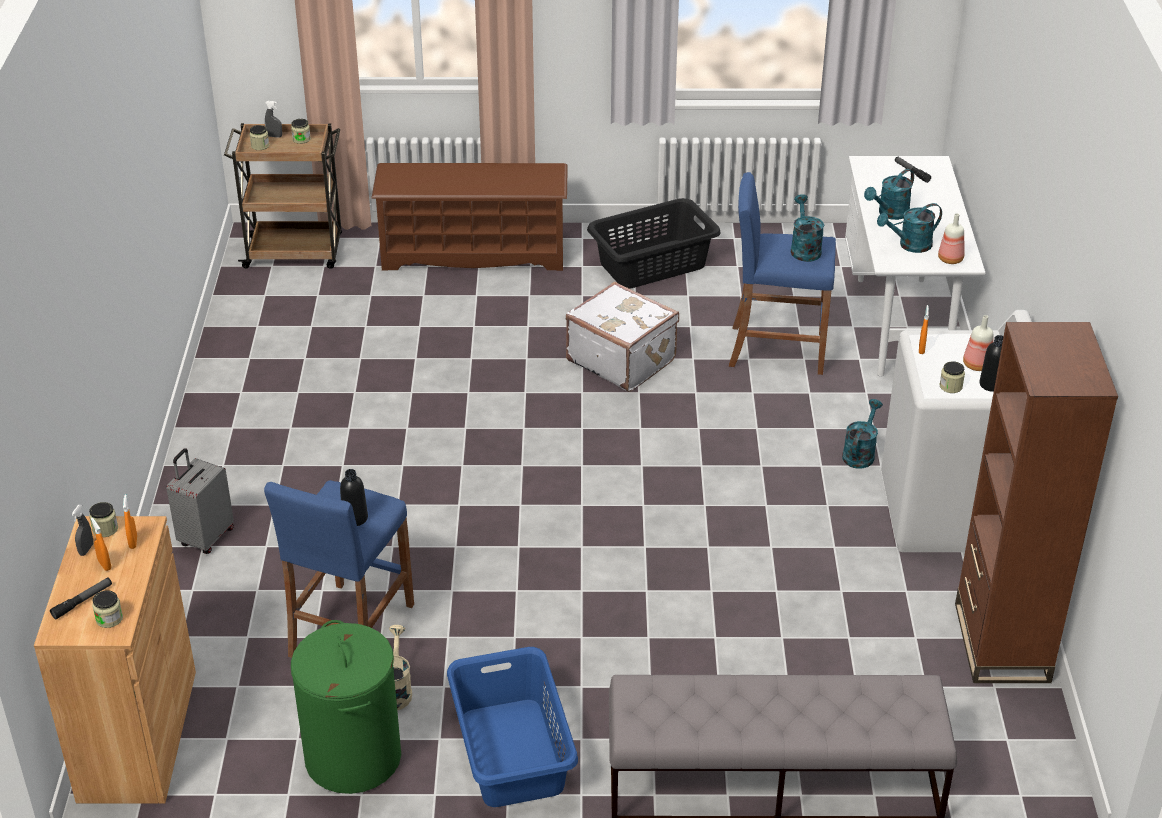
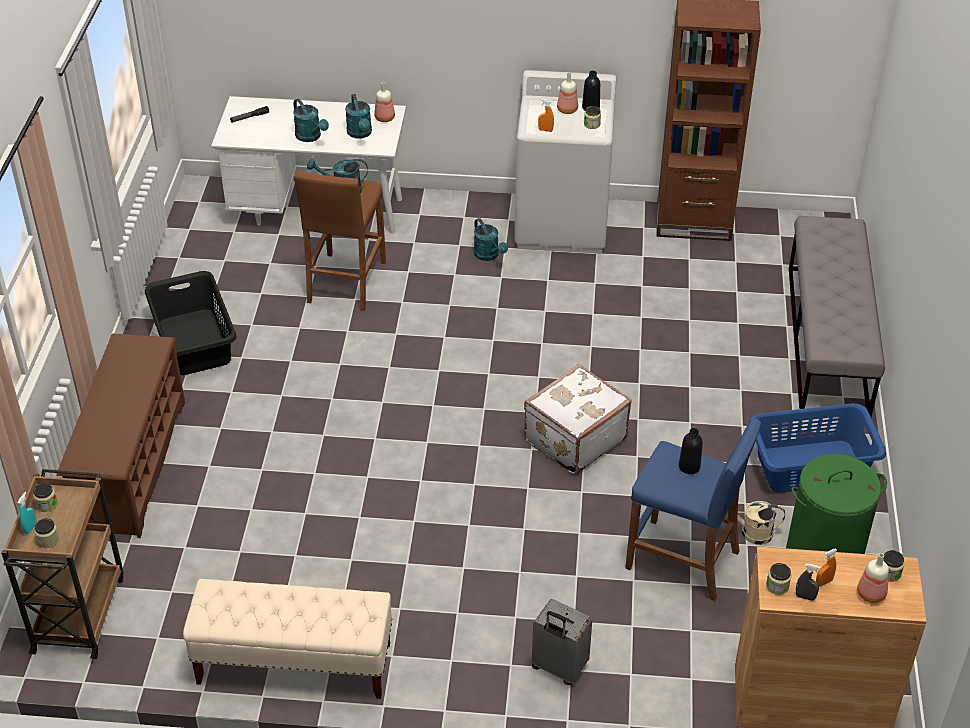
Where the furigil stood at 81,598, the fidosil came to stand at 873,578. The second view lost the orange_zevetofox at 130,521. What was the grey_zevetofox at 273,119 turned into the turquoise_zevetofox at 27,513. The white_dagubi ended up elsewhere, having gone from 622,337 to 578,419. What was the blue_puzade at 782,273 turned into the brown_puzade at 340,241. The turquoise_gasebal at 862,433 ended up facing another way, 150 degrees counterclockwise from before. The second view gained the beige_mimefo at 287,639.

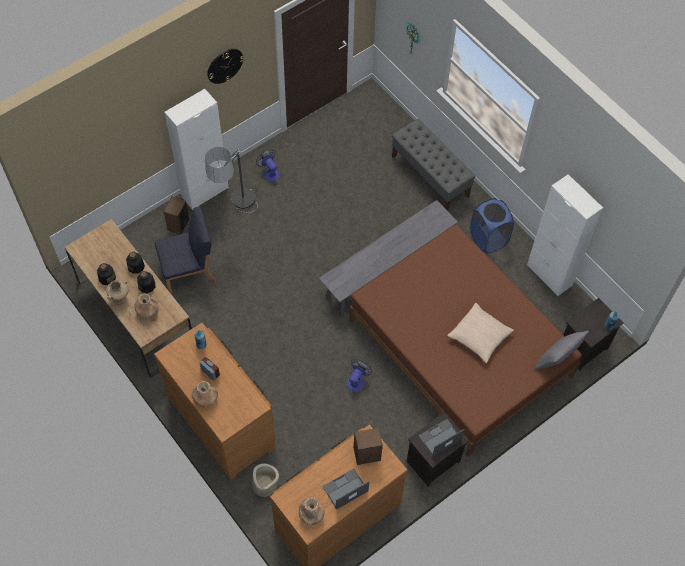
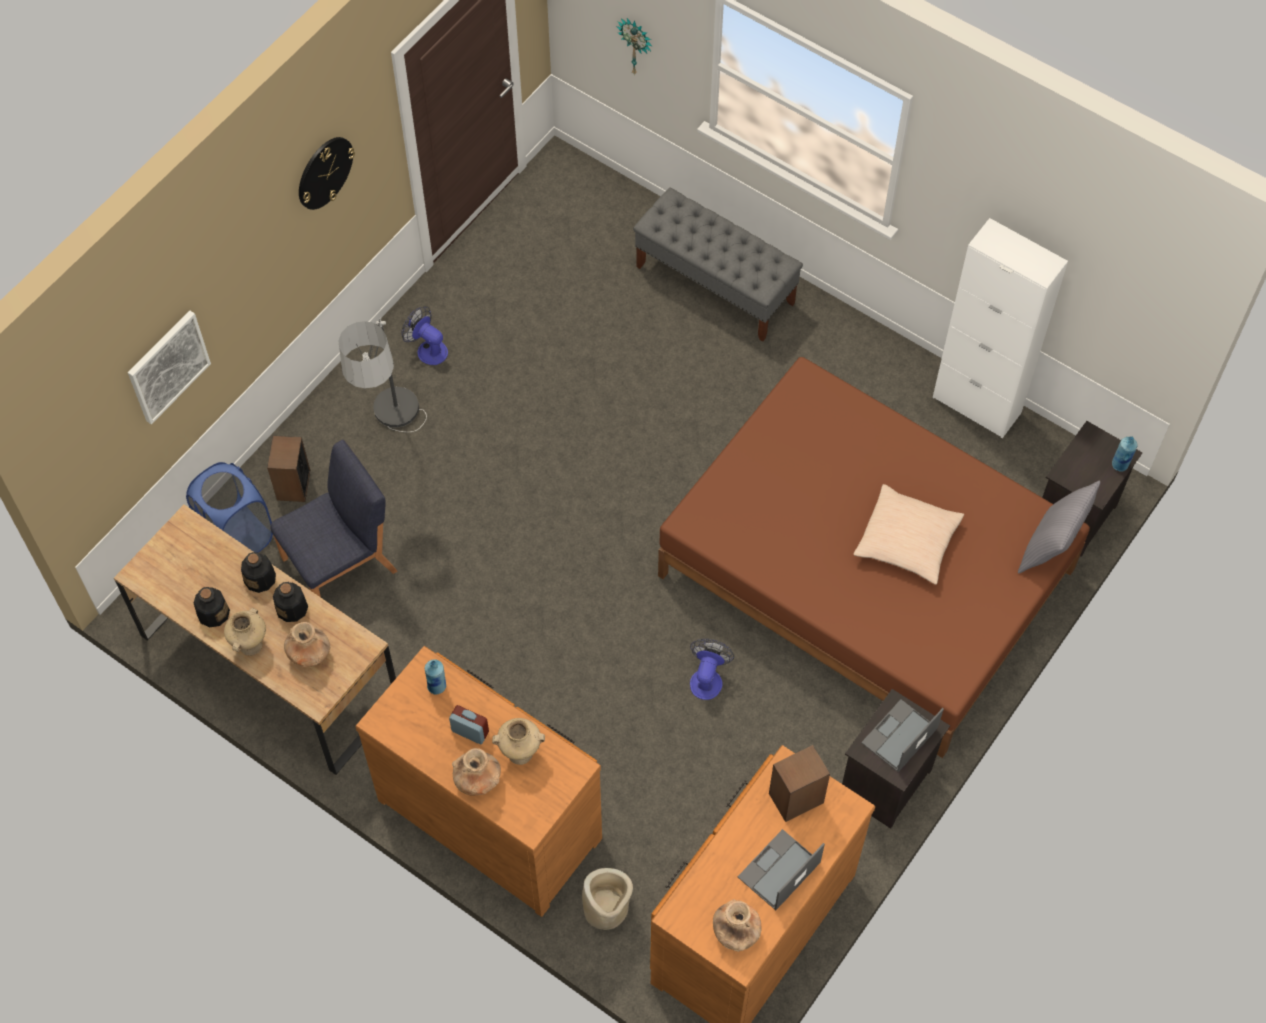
The second view lost the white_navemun at 196,149. The second view lost the grey_mimefo at 388,257. The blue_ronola ended up elsewhere, having gone from 492,225 to 229,507. The second view gained the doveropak at 169,367. The second view gained the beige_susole at 518,741.

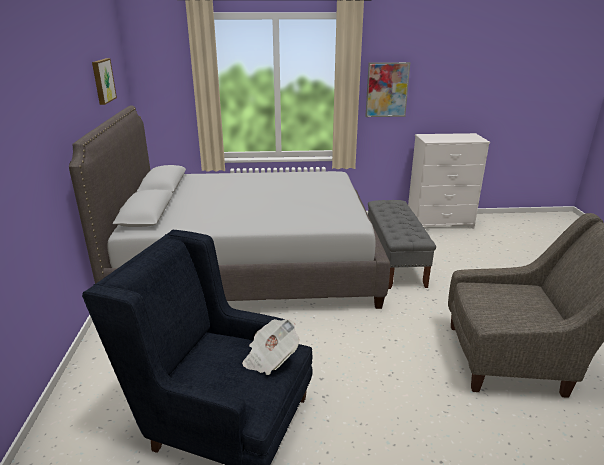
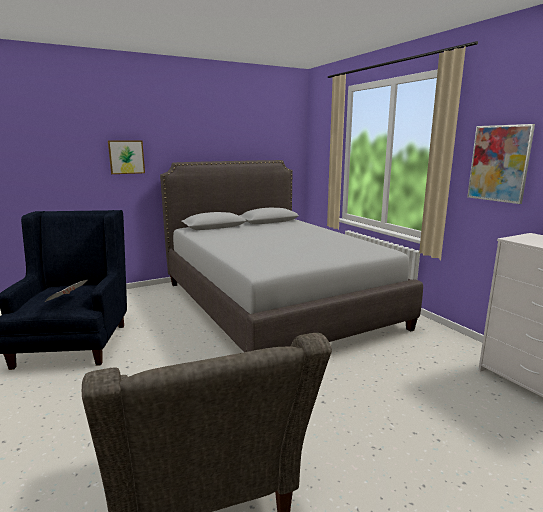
The doveropak ended up elsewhere, having gone from 104,81 to 126,157. The second view lost the grey_mimefo at 402,244.

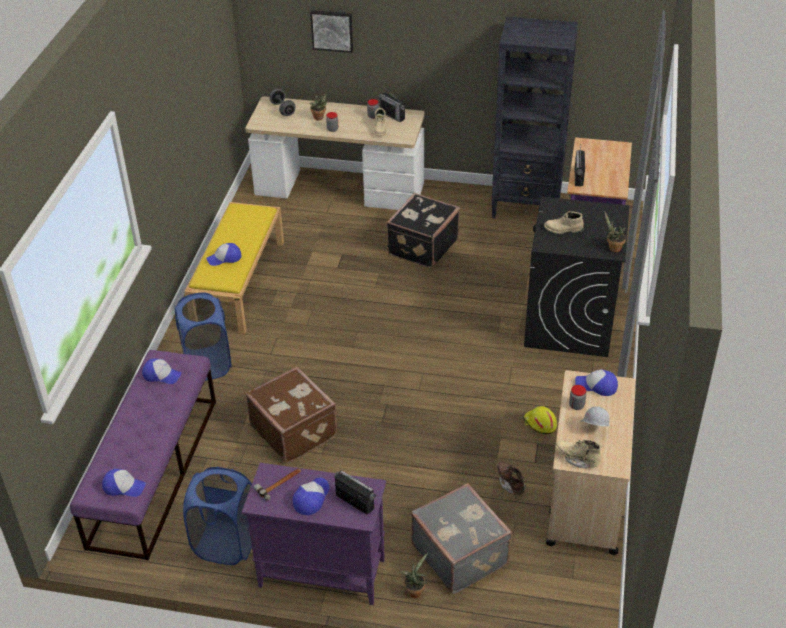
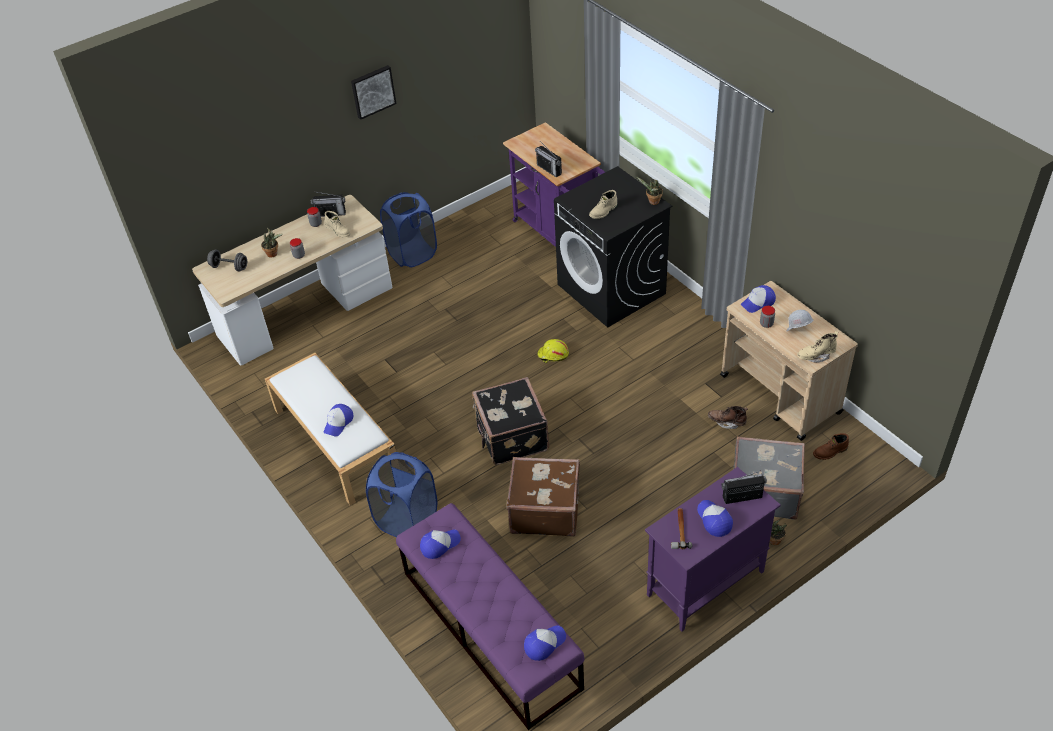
The blue_ronola ended up elsewhere, having gone from 217,516 to 408,229. What was the yellow_mimefo at 234,268 turned into the white_mimefo at 330,429. The doveropak ended up elsewhere, having gone from 331,31 to 373,92. The black_dagubi ended up elsewhere, having gone from 423,230 to 510,421. The second view lost the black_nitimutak at 535,117. The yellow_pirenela ended up elsewhere, having gone from 540,420 to 553,351. The second view gained the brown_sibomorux at 831,446.

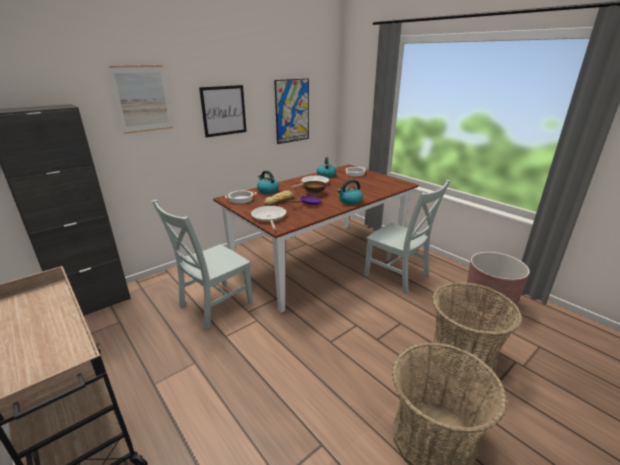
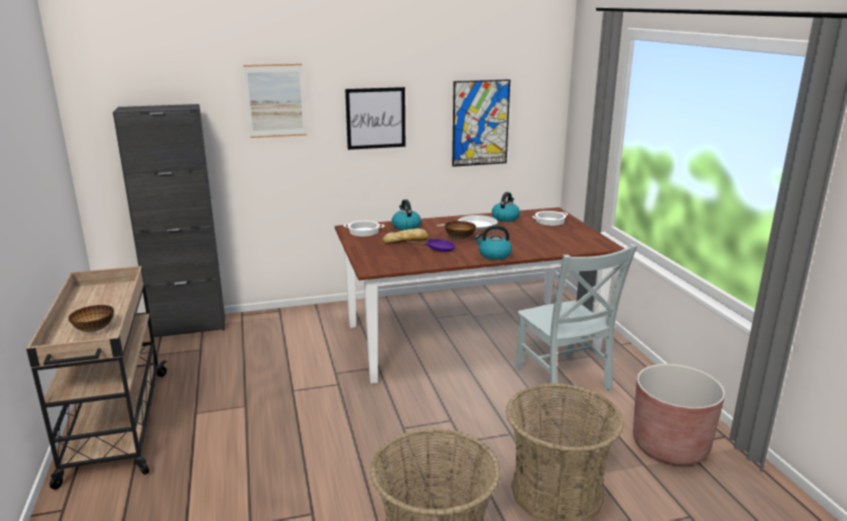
The second view lost the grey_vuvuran at 202,265. The second view lost the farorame at 268,218. The second view gained the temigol at 91,318.

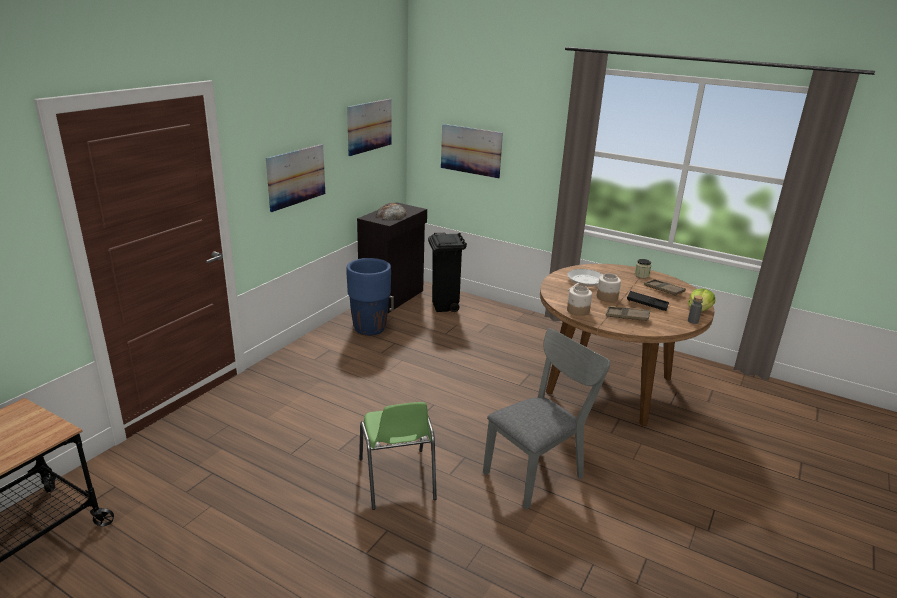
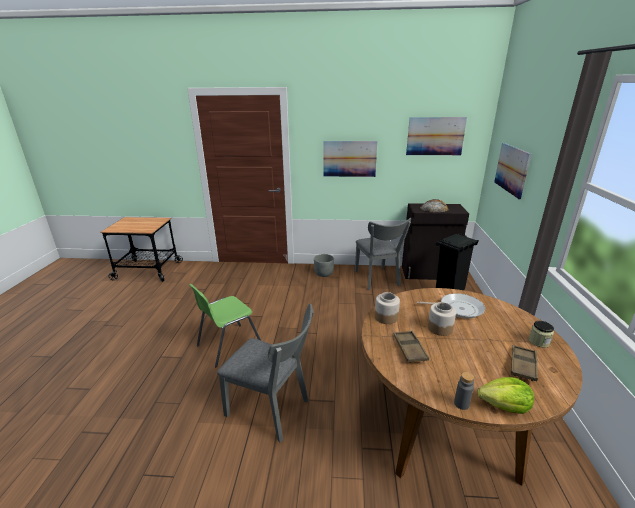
Where the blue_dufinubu stood at 368,297, the grey_vuvuran came to stand at 383,254. The second view lost the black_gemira at 648,301. The second view gained the grey_dufinubu at 324,265.

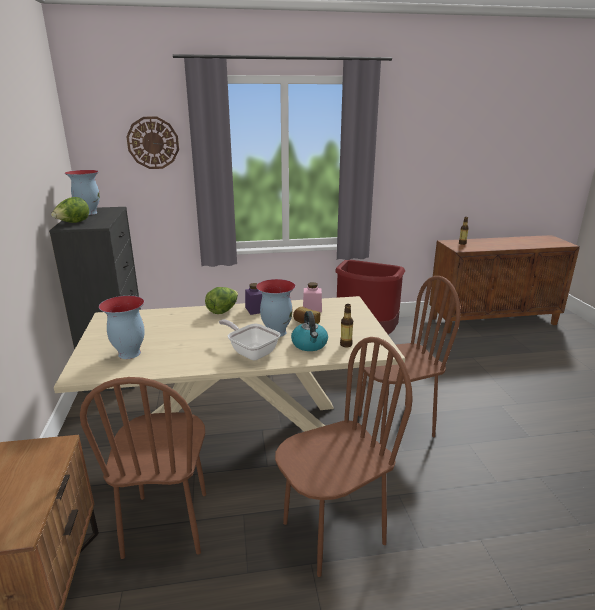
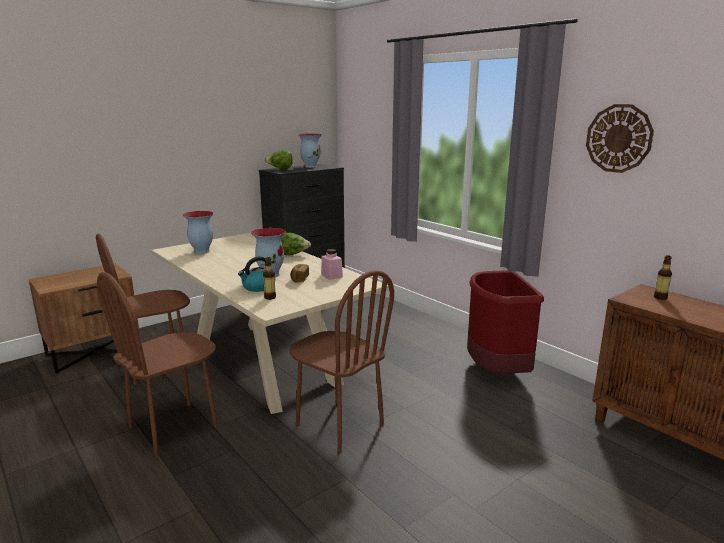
The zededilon ended up elsewhere, having gone from 152,143 to 620,138. The second view lost the farorame at 250,340. The second view lost the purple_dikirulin at 253,299. The brown_vuvuran at 344,457 ended up facing another way, 105 degrees clockwise from before.

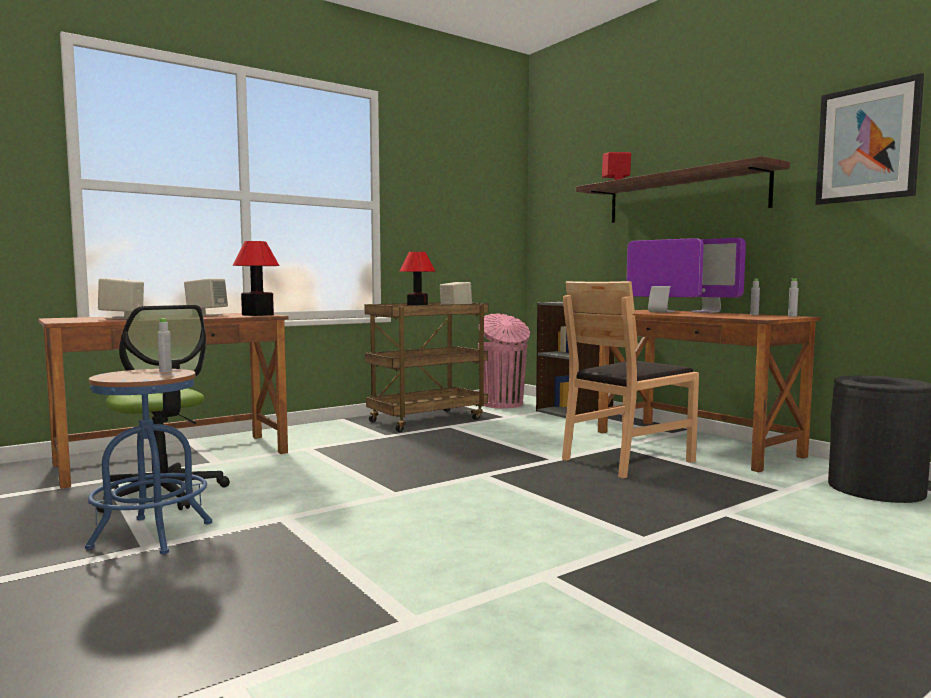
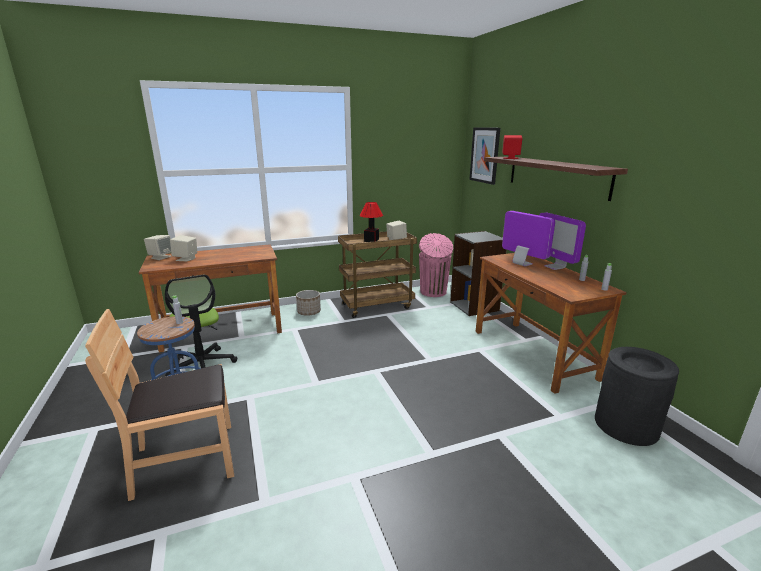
The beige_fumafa ended up elsewhere, having gone from 206,297 to 157,247. The second view lost the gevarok at 256,278. The brown_vuvuran ended up elsewhere, having gone from 630,379 to 159,405. The doveropak ended up elsewhere, having gone from 869,139 to 484,156. The second view gained the dufinubu at 308,303.

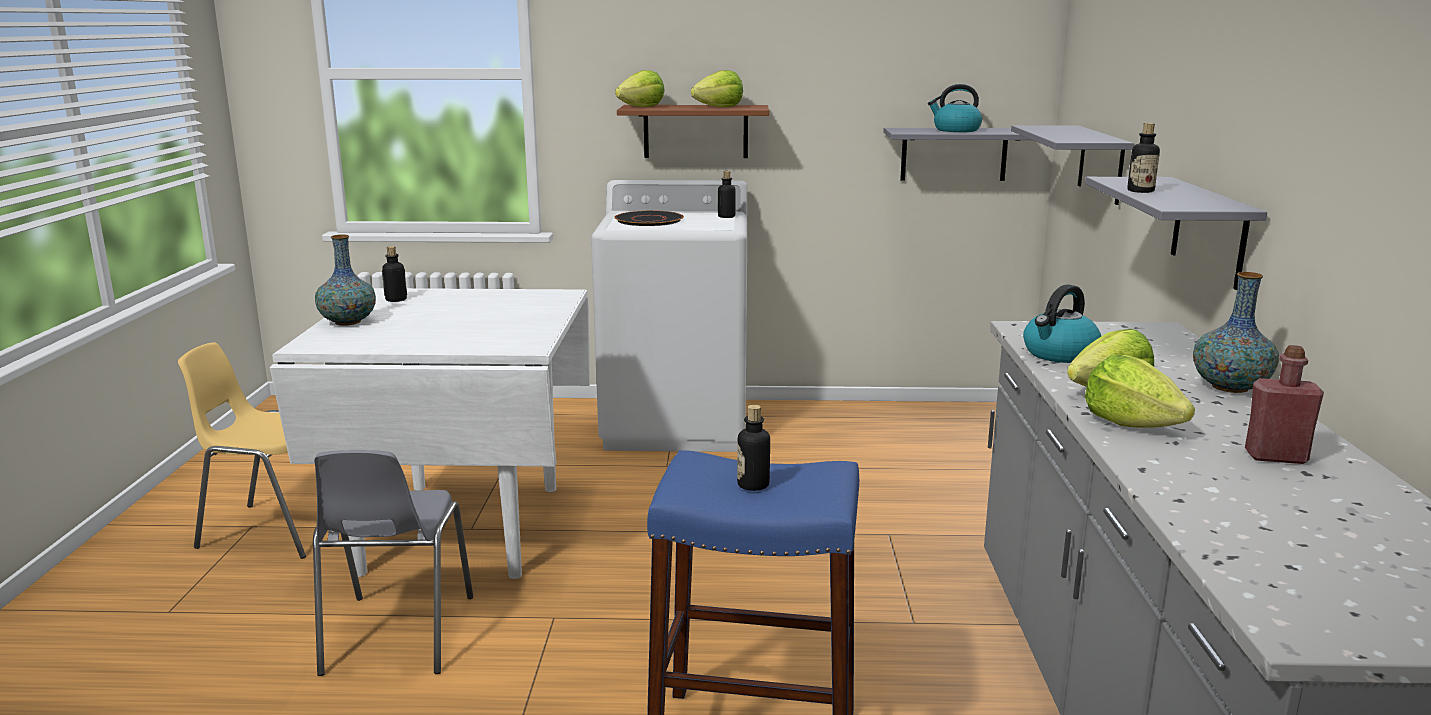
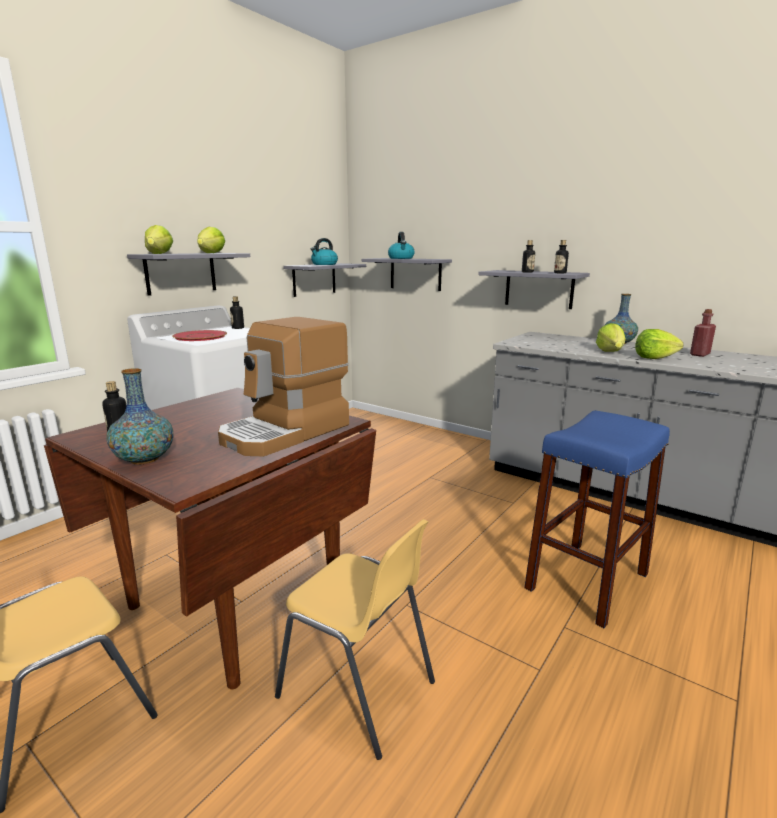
What was the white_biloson at 430,433 turned into the brown_biloson at 210,538. What was the grey_vuvuran at 393,563 turned into the yellow_vuvuran at 355,639. What was the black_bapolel at 649,218 turned into the red_bapolel at 199,335. What was the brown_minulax at 693,131 turned into the grey_minulax at 188,274. The fidosil ended up elsewhere, having gone from 753,448 to 561,256. The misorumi ended up elsewhere, having gone from 1062,323 to 401,245. The second view gained the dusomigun at 283,386.

